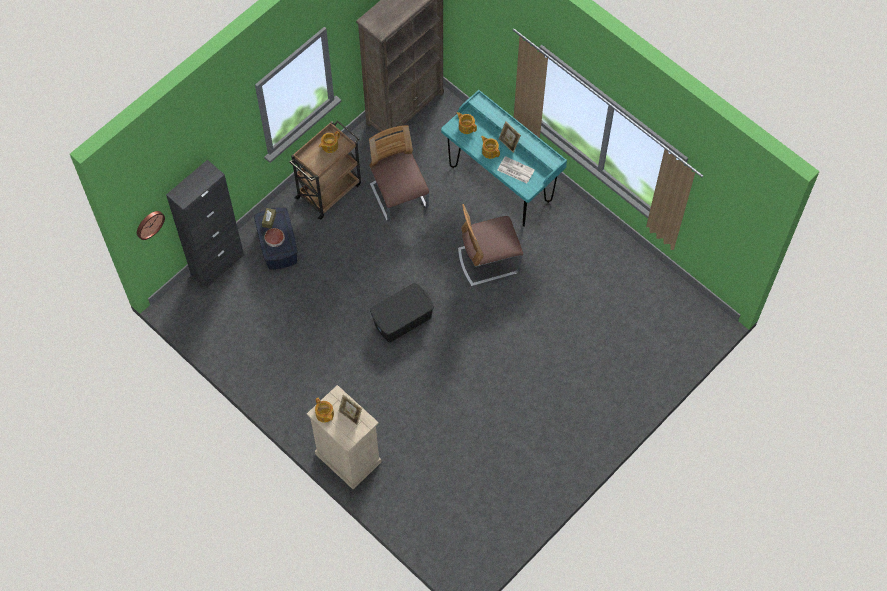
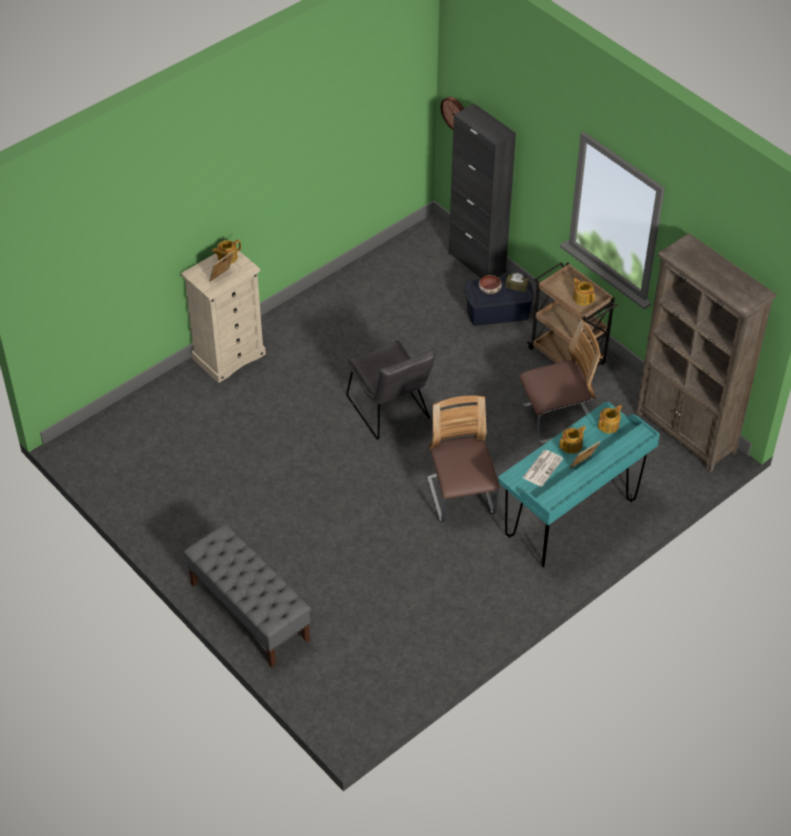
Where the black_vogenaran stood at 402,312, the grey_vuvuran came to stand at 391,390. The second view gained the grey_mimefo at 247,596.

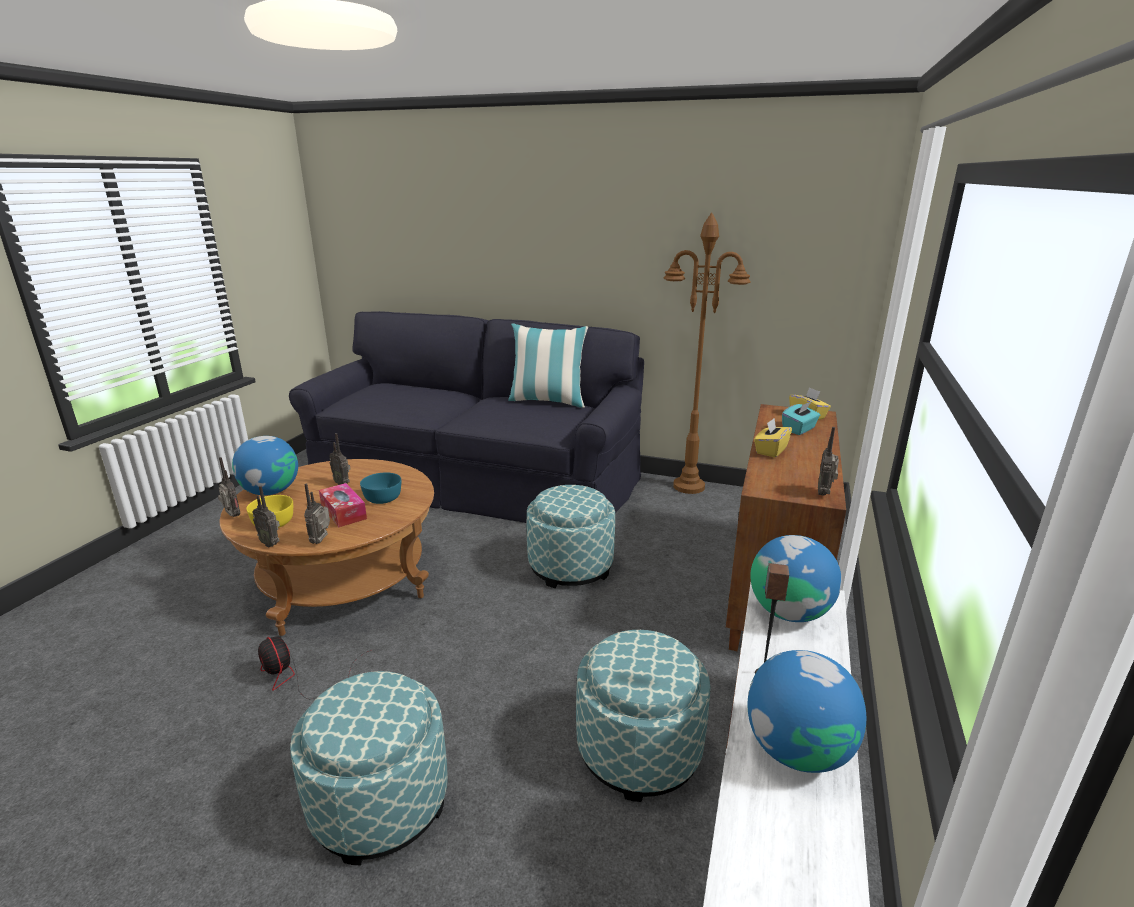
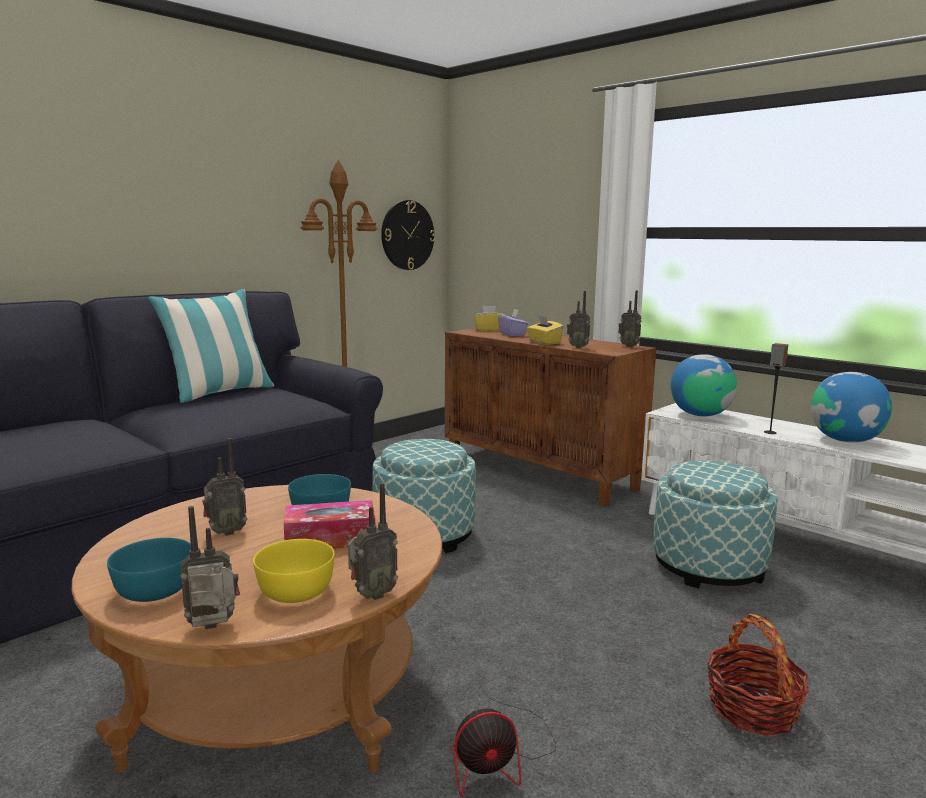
Where the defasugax stood at 265,465, the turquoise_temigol came to stand at 149,570. Where the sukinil stood at 369,768, the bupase came to stand at 758,675. The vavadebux ended up elsewhere, having gone from 317,513 to 578,319. What was the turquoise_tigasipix at 801,418 turned into the purple_tigasipix at 513,322. The second view gained the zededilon at 408,235.

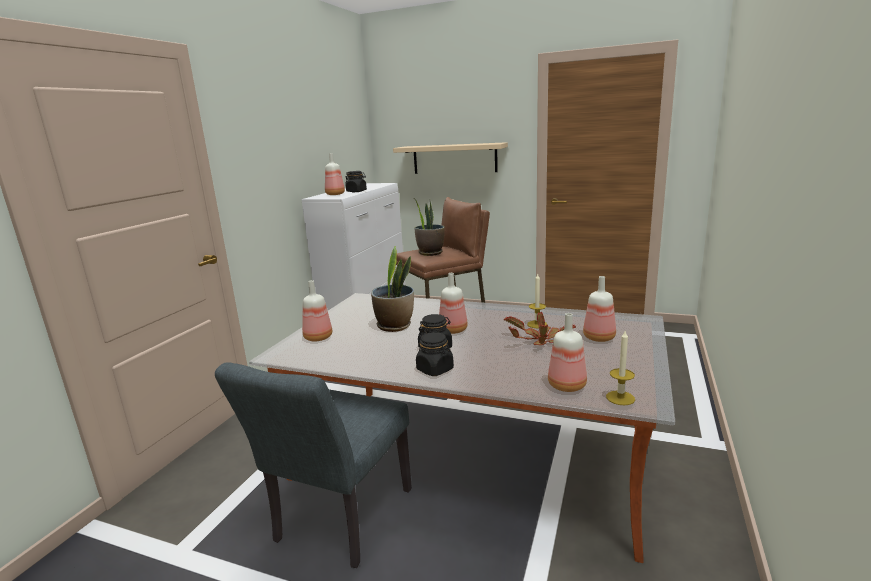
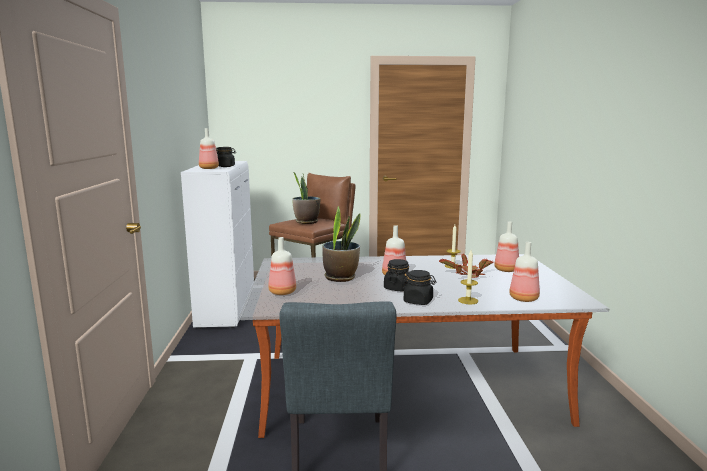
The second view lost the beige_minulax at 450,158. The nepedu ended up elsewhere, having gone from 620,368 to 468,277.

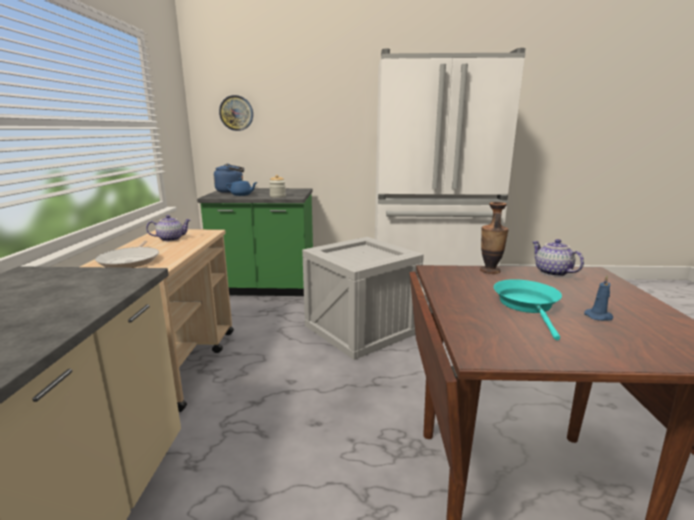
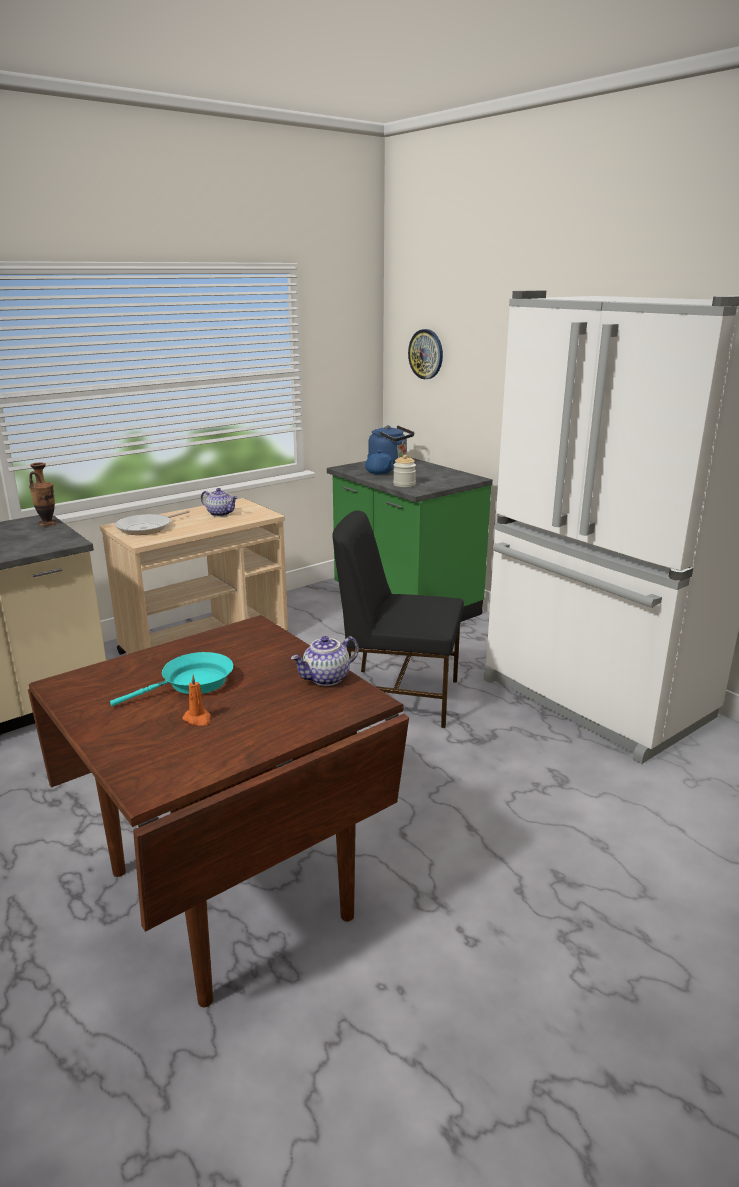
Where the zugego stood at 363,298, the black_vuvuran came to stand at 398,619. The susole ended up elsewhere, having gone from 494,238 to 43,494. The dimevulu at 558,258 ended up facing another way, 150 degrees counterclockwise from before. What was the blue_nepedu at 598,298 turned into the orange_nepedu at 196,700.

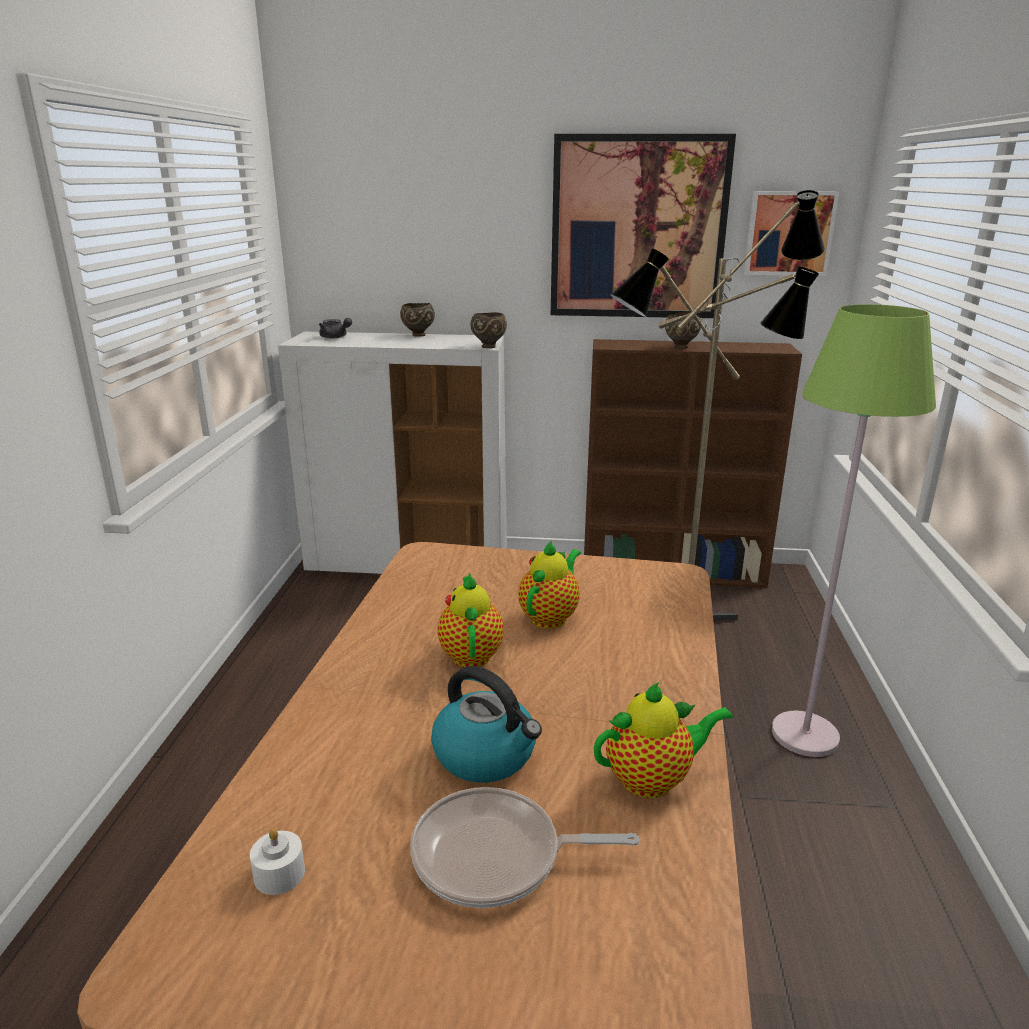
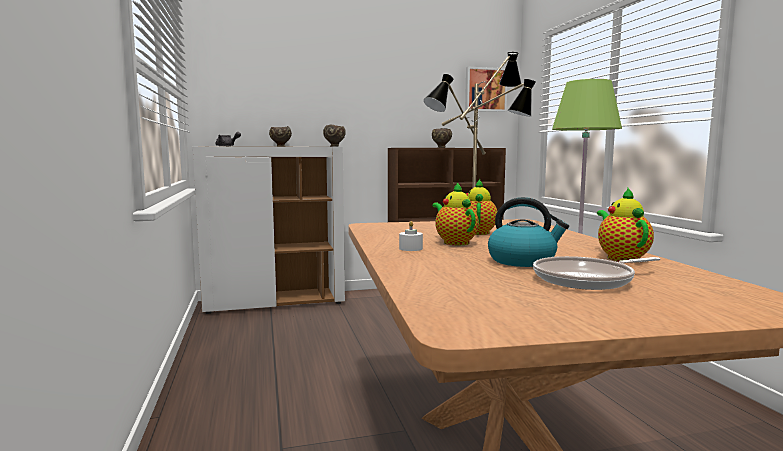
The white_nepedu ended up elsewhere, having gone from 277,861 to 411,236. The second view lost the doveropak at 643,226. The dimevulu at 663,740 ended up facing another way, 60 degrees counterclockwise from before.

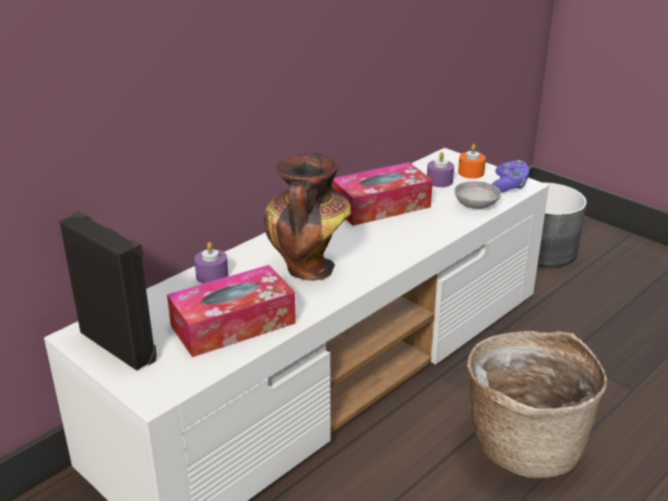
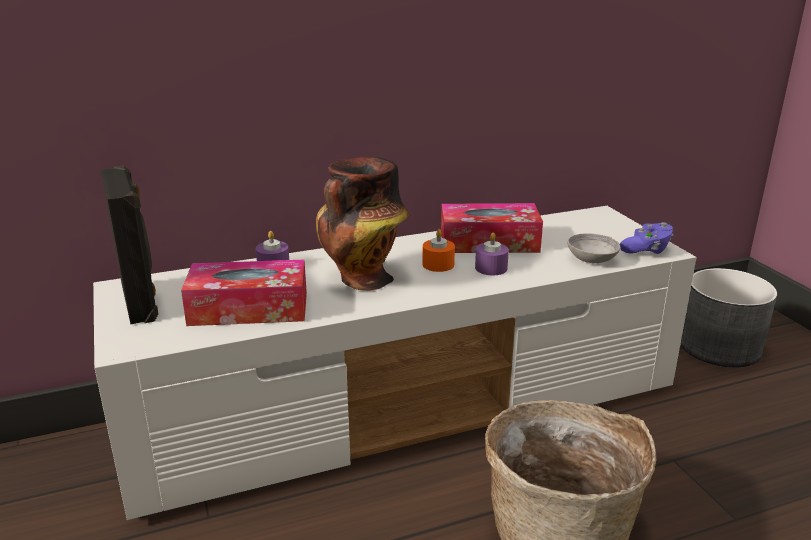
The purple_nepedu ended up elsewhere, having gone from 440,169 to 492,253. The orange_nepedu ended up elsewhere, having gone from 472,161 to 438,250.

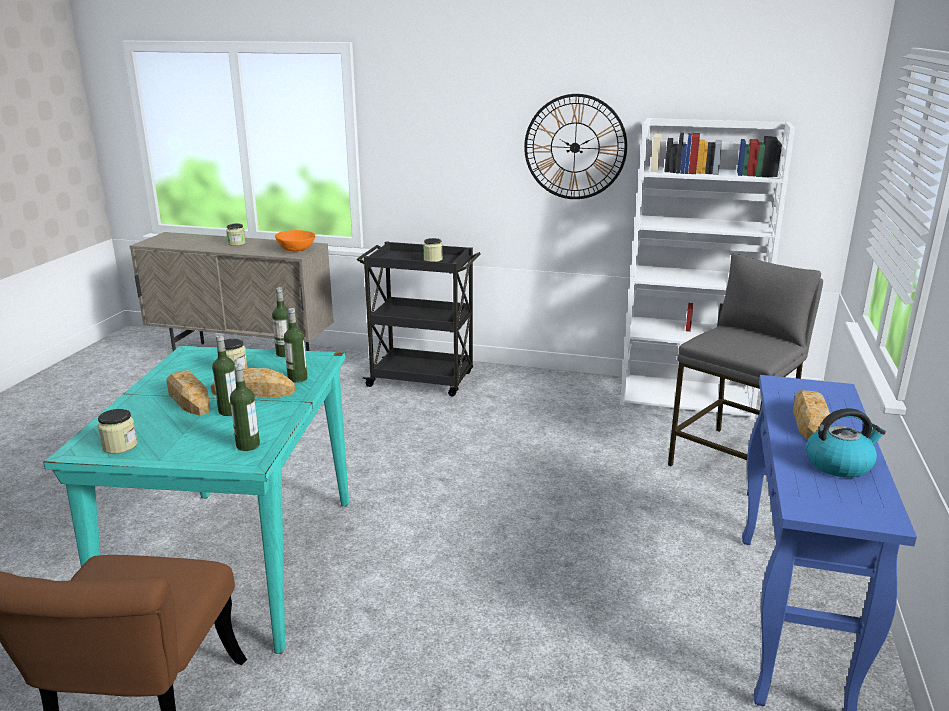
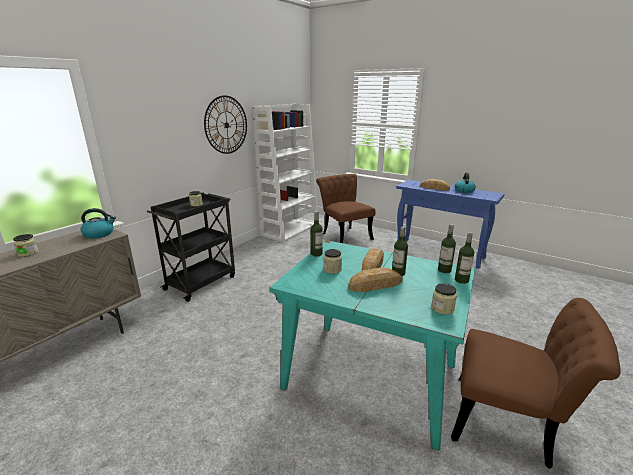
Where the orange_temigol stood at 295,240, the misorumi came to stand at 98,223. The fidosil ended up elsewhere, having gone from 295,345 to 464,258. Where the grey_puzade stood at 745,374, the brown_vuvuran came to stand at 346,208.

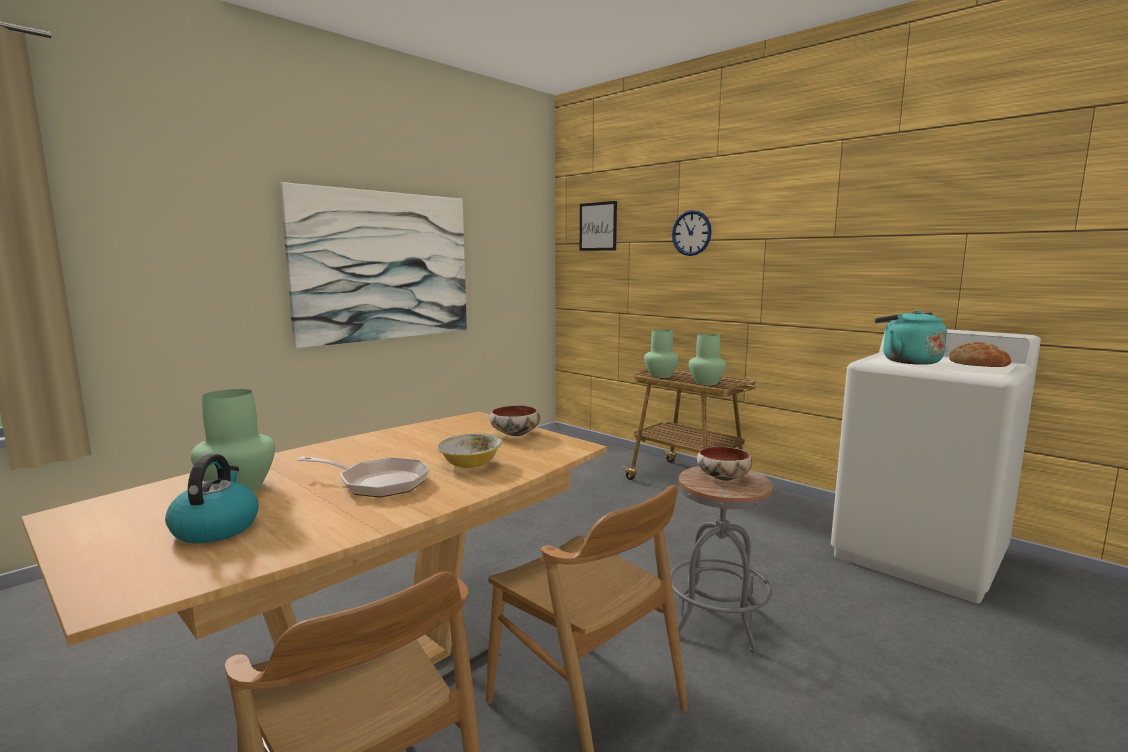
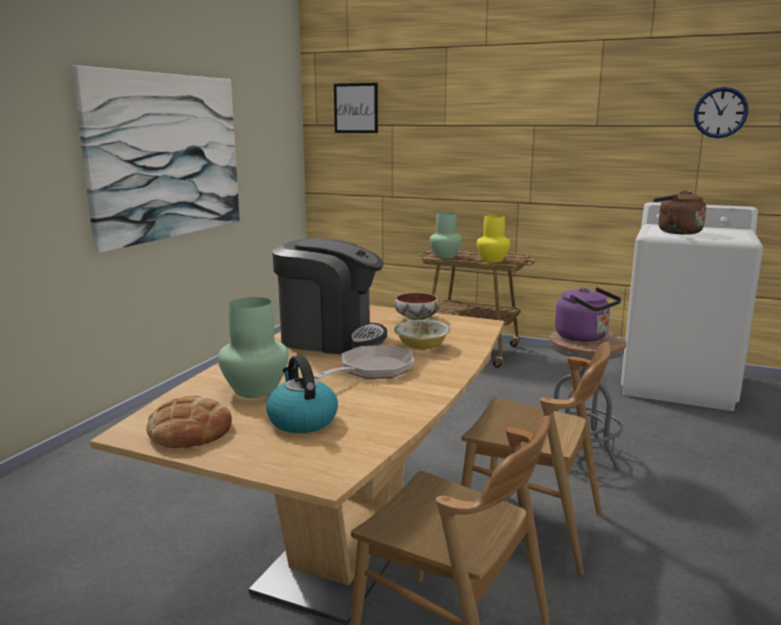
The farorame at 363,476 ended up facing another way, 45 degrees counterclockwise from before. The zededilon ended up elsewhere, having gone from 692,233 to 721,112. What was the green_susole at 707,359 turned into the yellow_susole at 494,238. Where the temigol stood at 724,464, the purple_misorumi came to stand at 588,314. What was the turquoise_misorumi at 911,337 turned into the brown_misorumi at 679,213. The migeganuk ended up elsewhere, having gone from 980,354 to 189,421. The second view gained the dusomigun at 329,296.

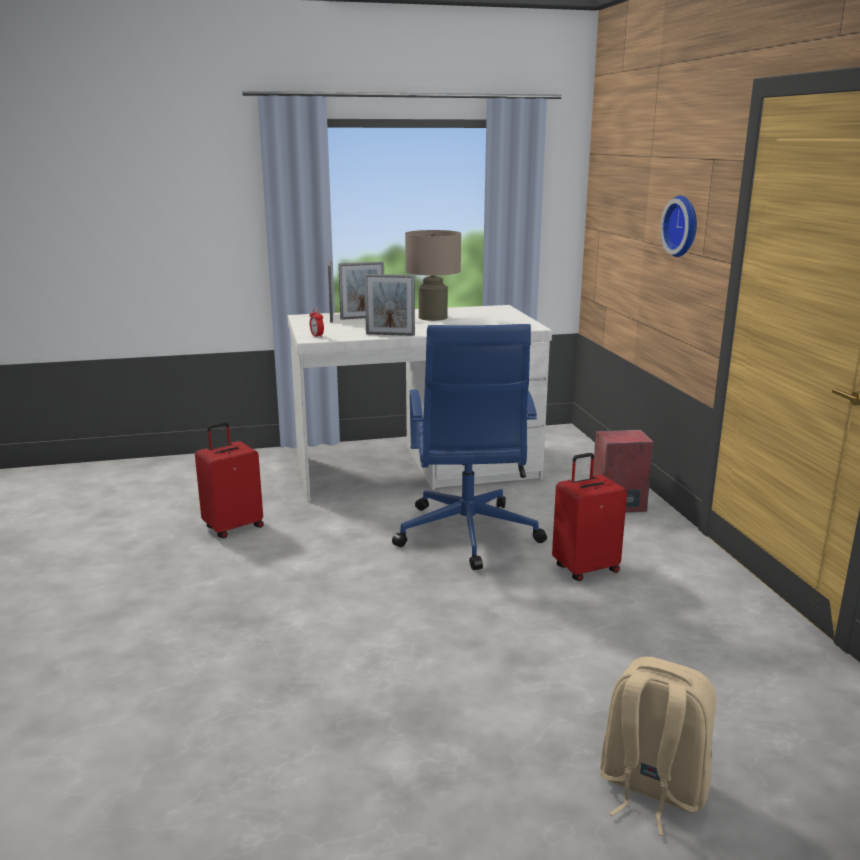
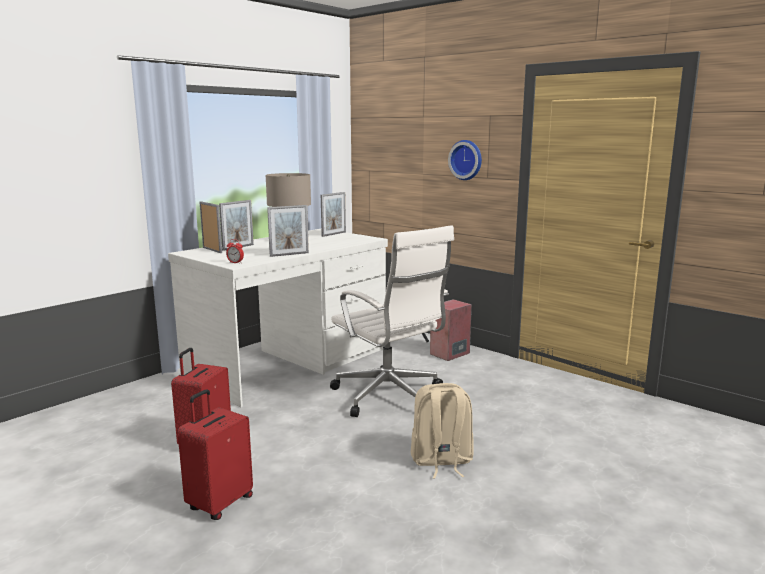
What was the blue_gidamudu at 469,447 turned into the white_gidamudu at 392,321. The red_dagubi ended up elsewhere, having gone from 589,517 to 215,454. The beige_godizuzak ended up elsewhere, having gone from 658,746 to 442,431. The second view gained the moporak at 333,214.

